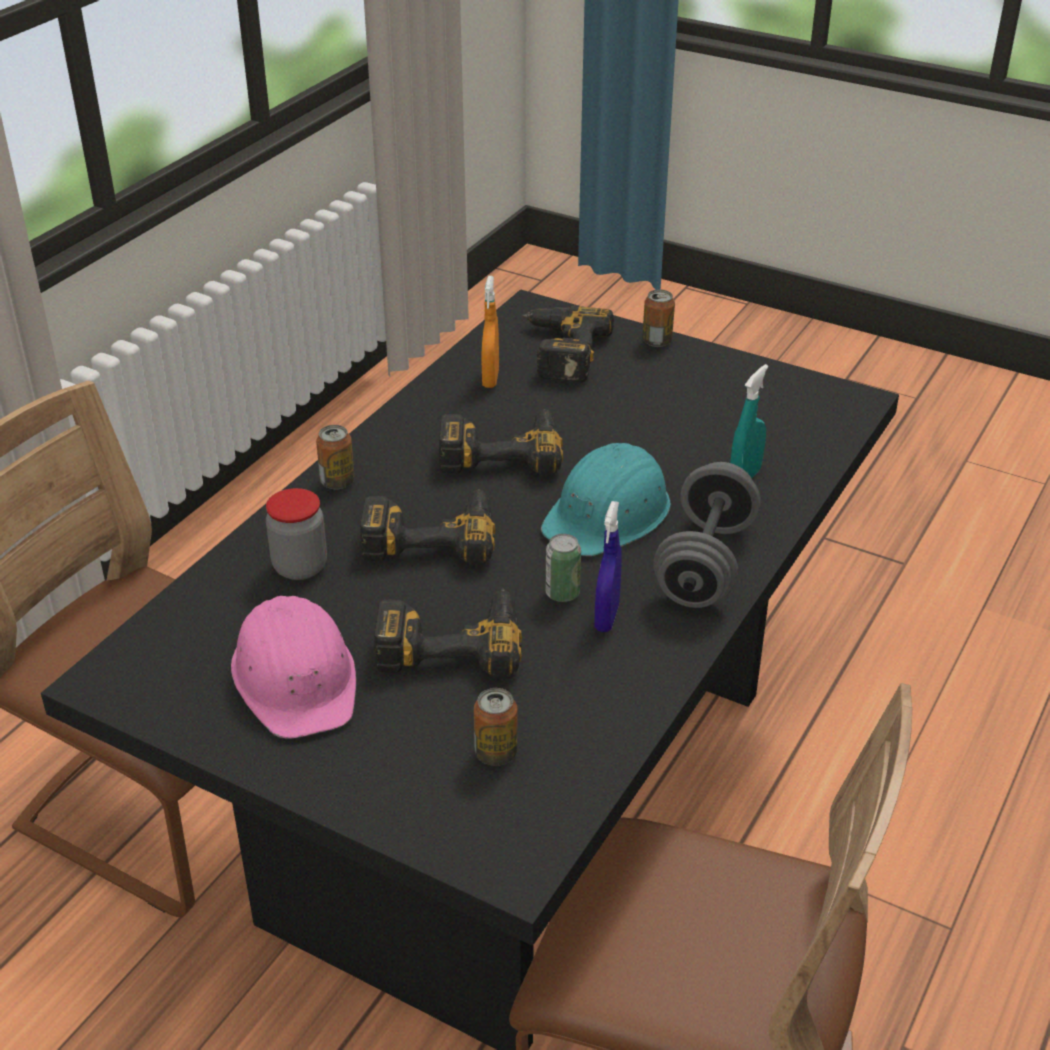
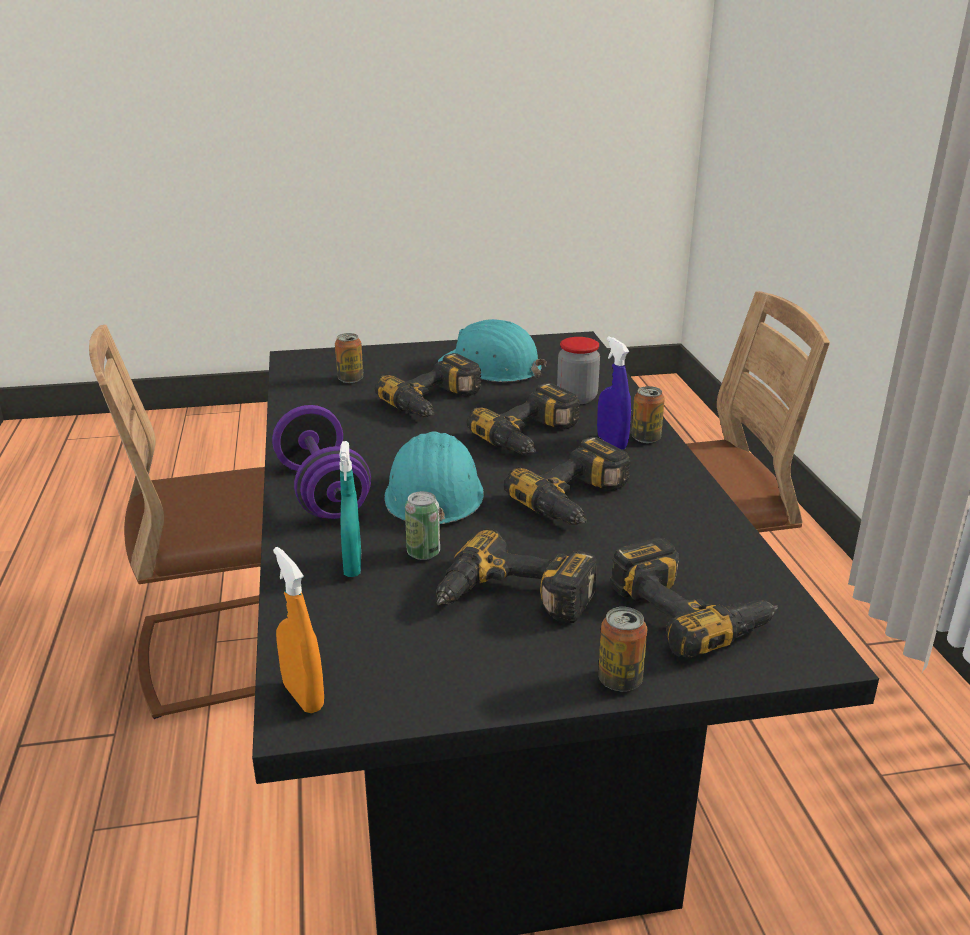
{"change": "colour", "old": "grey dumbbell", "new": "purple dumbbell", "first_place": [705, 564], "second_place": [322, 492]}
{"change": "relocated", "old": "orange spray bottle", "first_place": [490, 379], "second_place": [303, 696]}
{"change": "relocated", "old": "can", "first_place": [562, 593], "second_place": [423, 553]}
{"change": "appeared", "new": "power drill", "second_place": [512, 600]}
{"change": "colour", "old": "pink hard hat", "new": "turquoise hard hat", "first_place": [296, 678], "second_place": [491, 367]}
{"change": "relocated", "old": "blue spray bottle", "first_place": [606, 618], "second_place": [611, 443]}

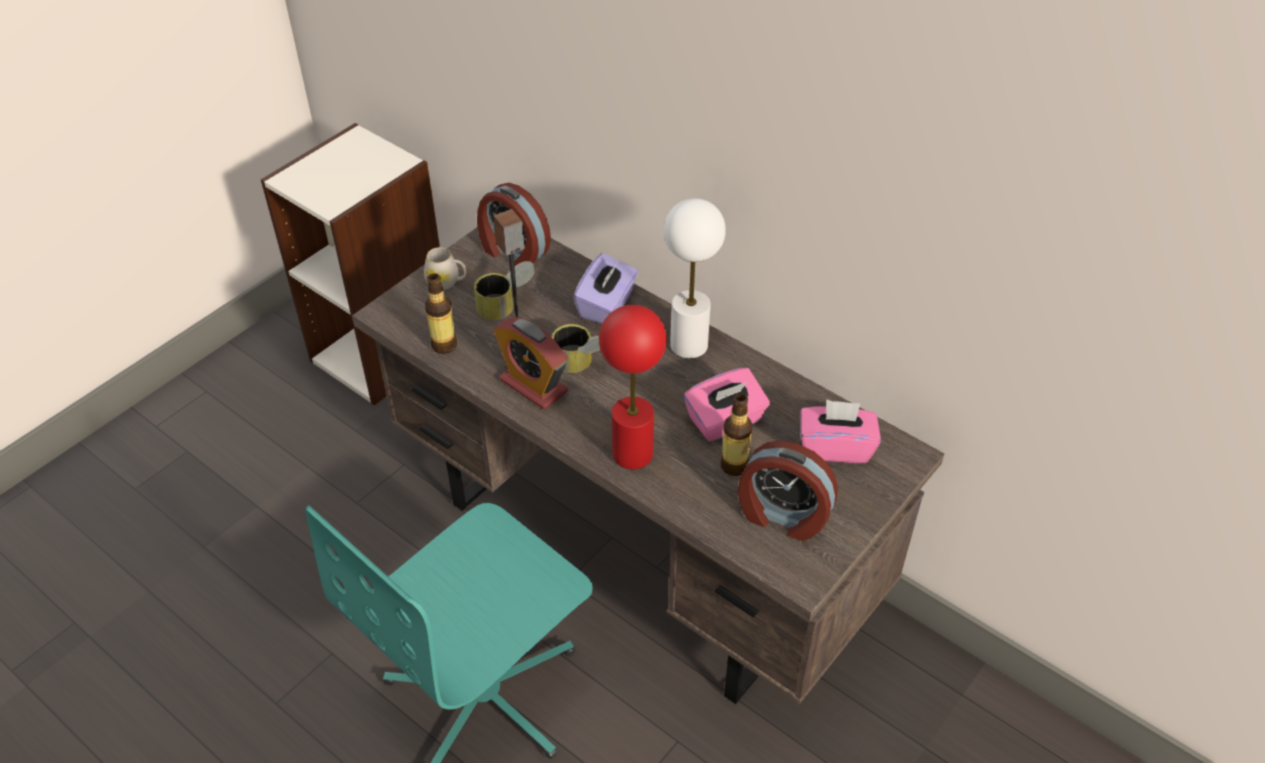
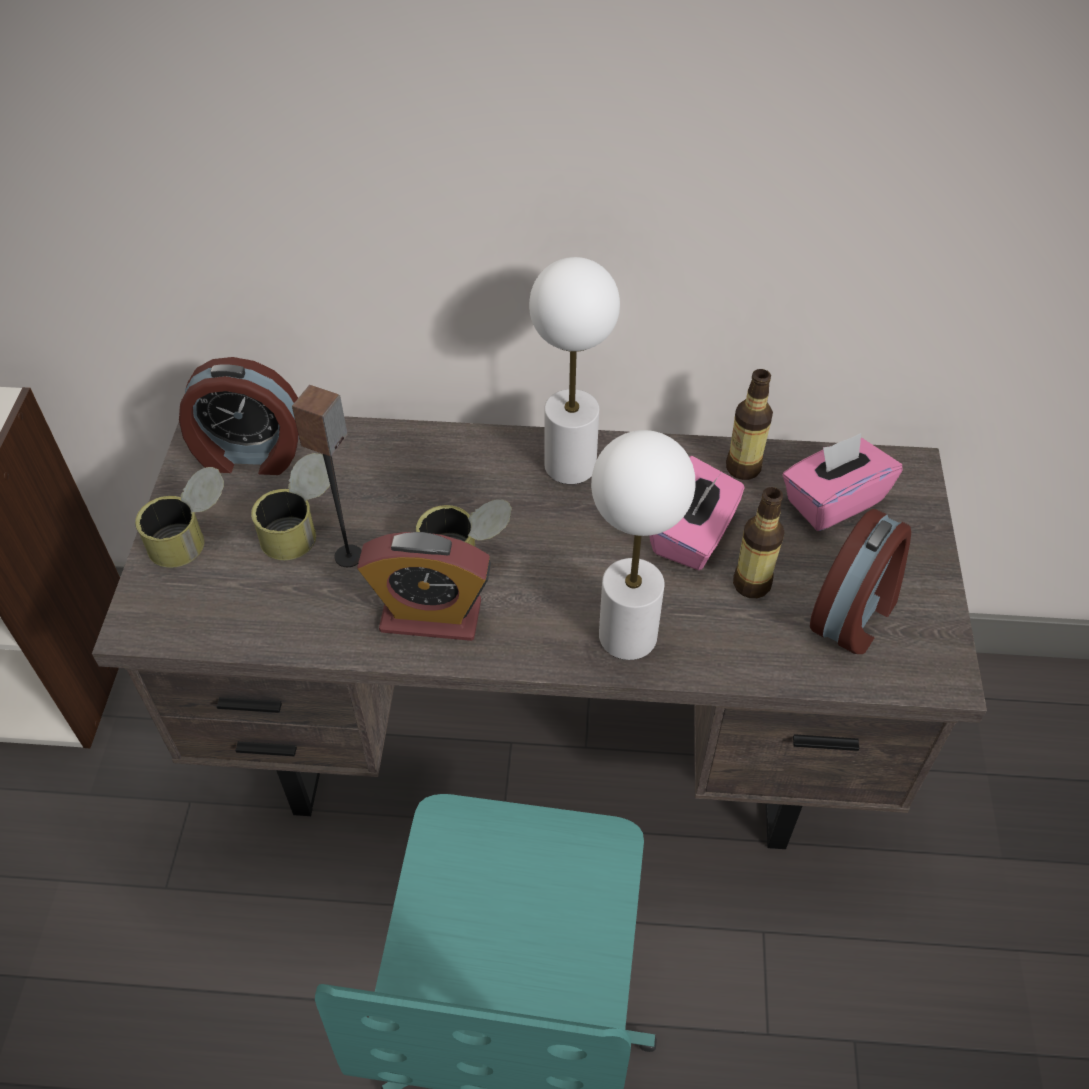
{"change": "exchanged", "old": "white mug", "new": "can", "first_place": [447, 282], "second_place": [192, 537]}
{"change": "colour", "old": "red table lamp", "new": "white table lamp", "first_place": [632, 453], "second_place": [627, 635]}
{"change": "relocated", "old": "bottle", "first_place": [444, 345], "second_place": [743, 468]}
{"change": "spun", "old": "alarm clock", "first_place": [782, 516], "second_place": [855, 614], "degrees": -45}
{"change": "missing", "old": "purple tissue box", "first_place": [607, 306]}

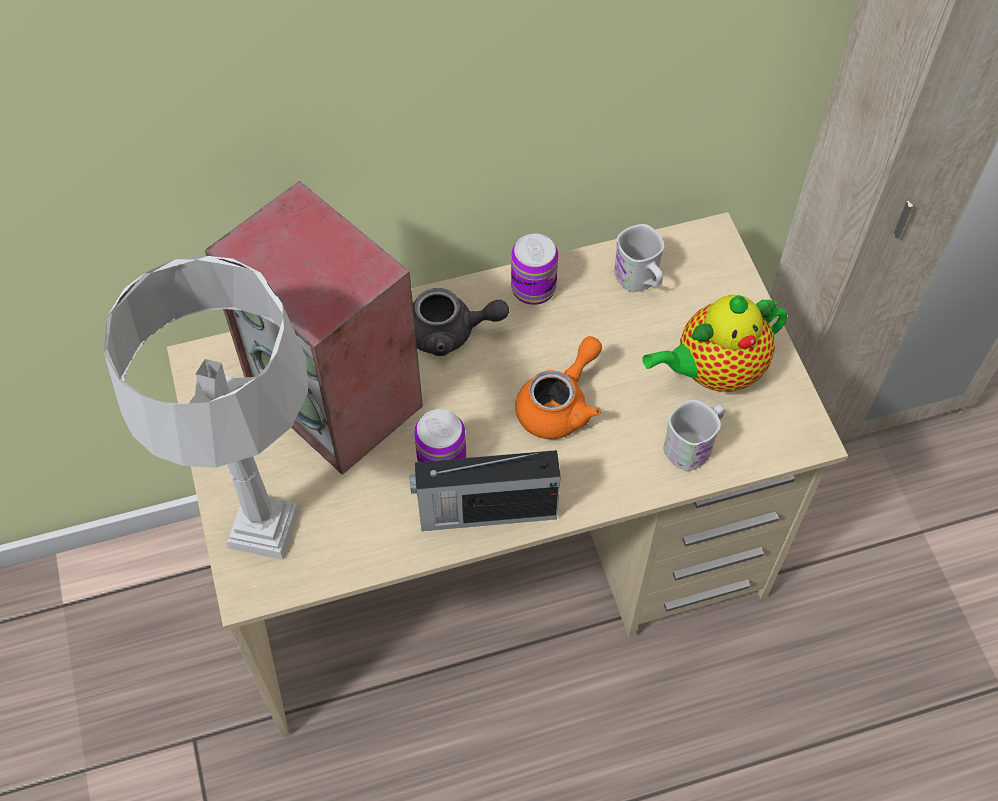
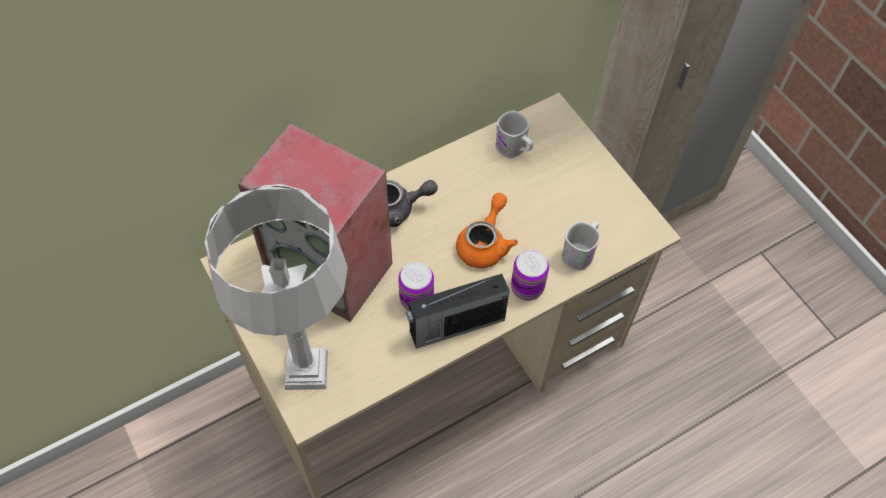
{"change": "relocated", "old": "can", "first_place": [533, 288], "second_place": [527, 287]}
{"change": "missing", "old": "teapot", "first_place": [714, 371]}

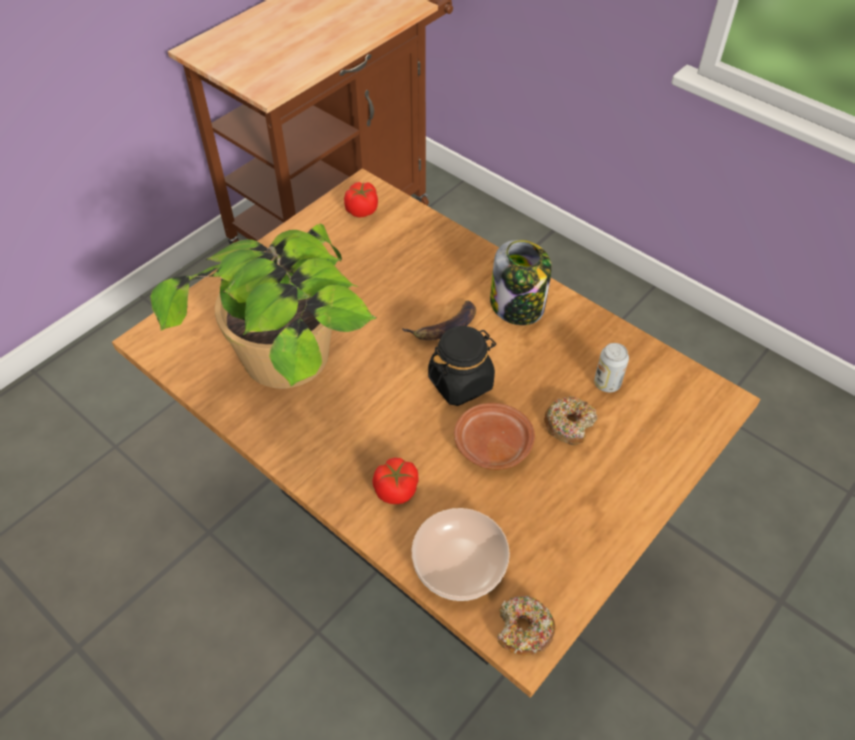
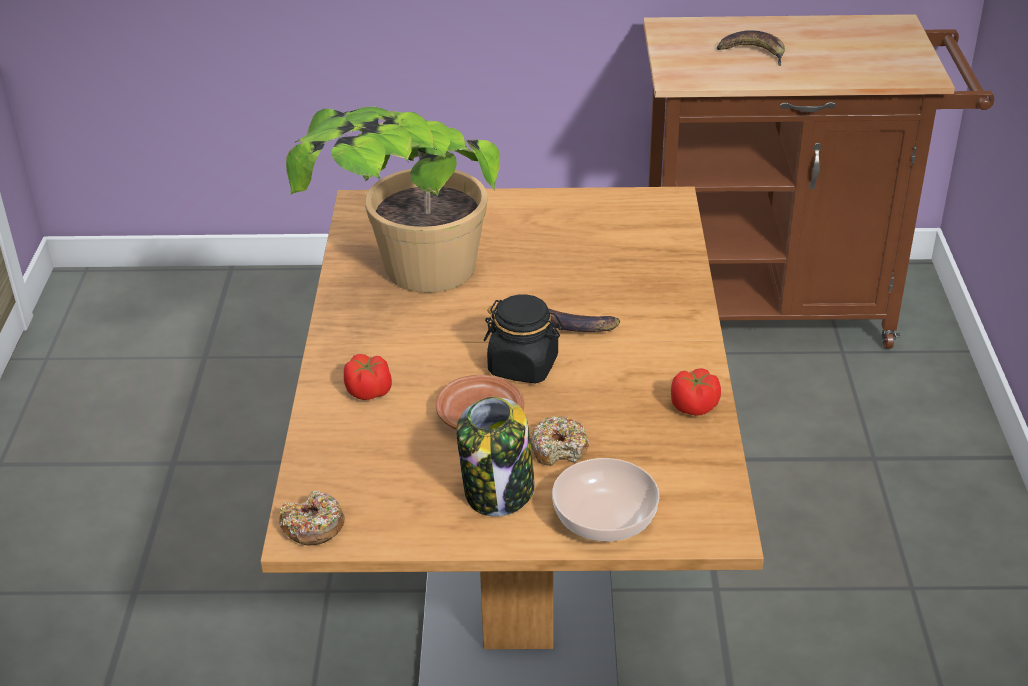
{"change": "relocated", "old": "jar", "first_place": [518, 306], "second_place": [498, 492]}
{"change": "relocated", "old": "bowl", "first_place": [461, 564], "second_place": [606, 518]}
{"change": "relocated", "old": "tomato", "first_place": [362, 210], "second_place": [694, 407]}
{"change": "appeared", "new": "banana", "second_place": [753, 53]}
{"change": "missing", "old": "can", "first_place": [607, 383]}

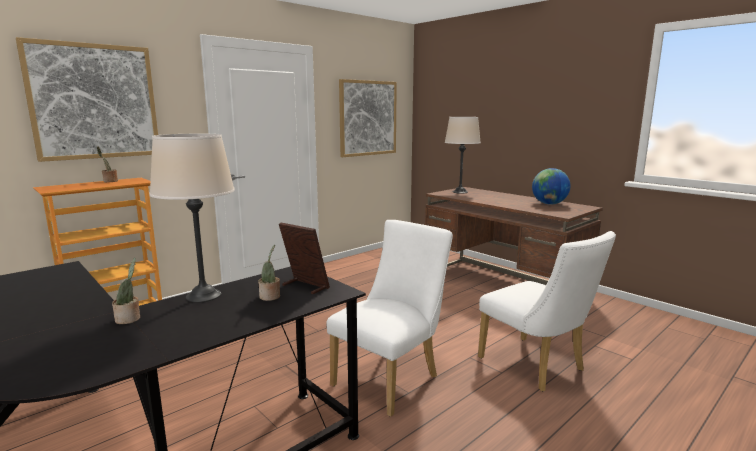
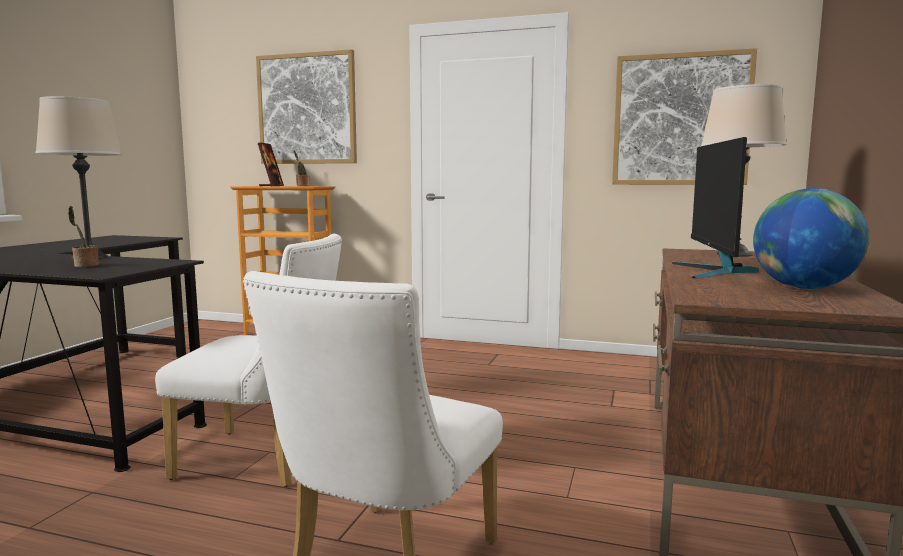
{"change": "relocated", "old": "picture frame", "first_place": [305, 286], "second_place": [271, 186]}
{"change": "appeared", "new": "monitor", "second_place": [714, 271]}
{"change": "missing", "old": "potted plant", "first_place": [129, 319]}

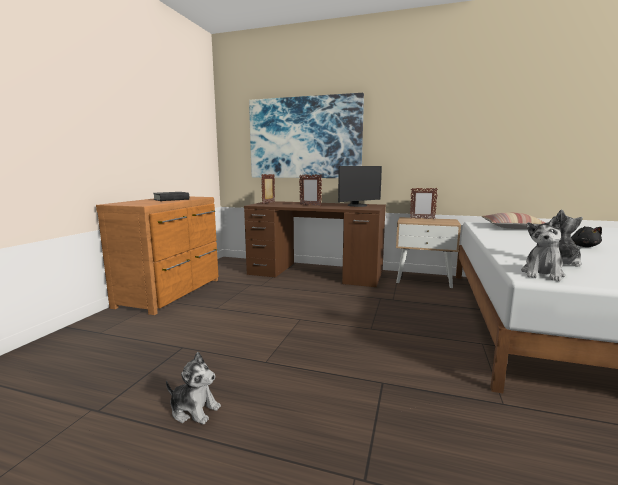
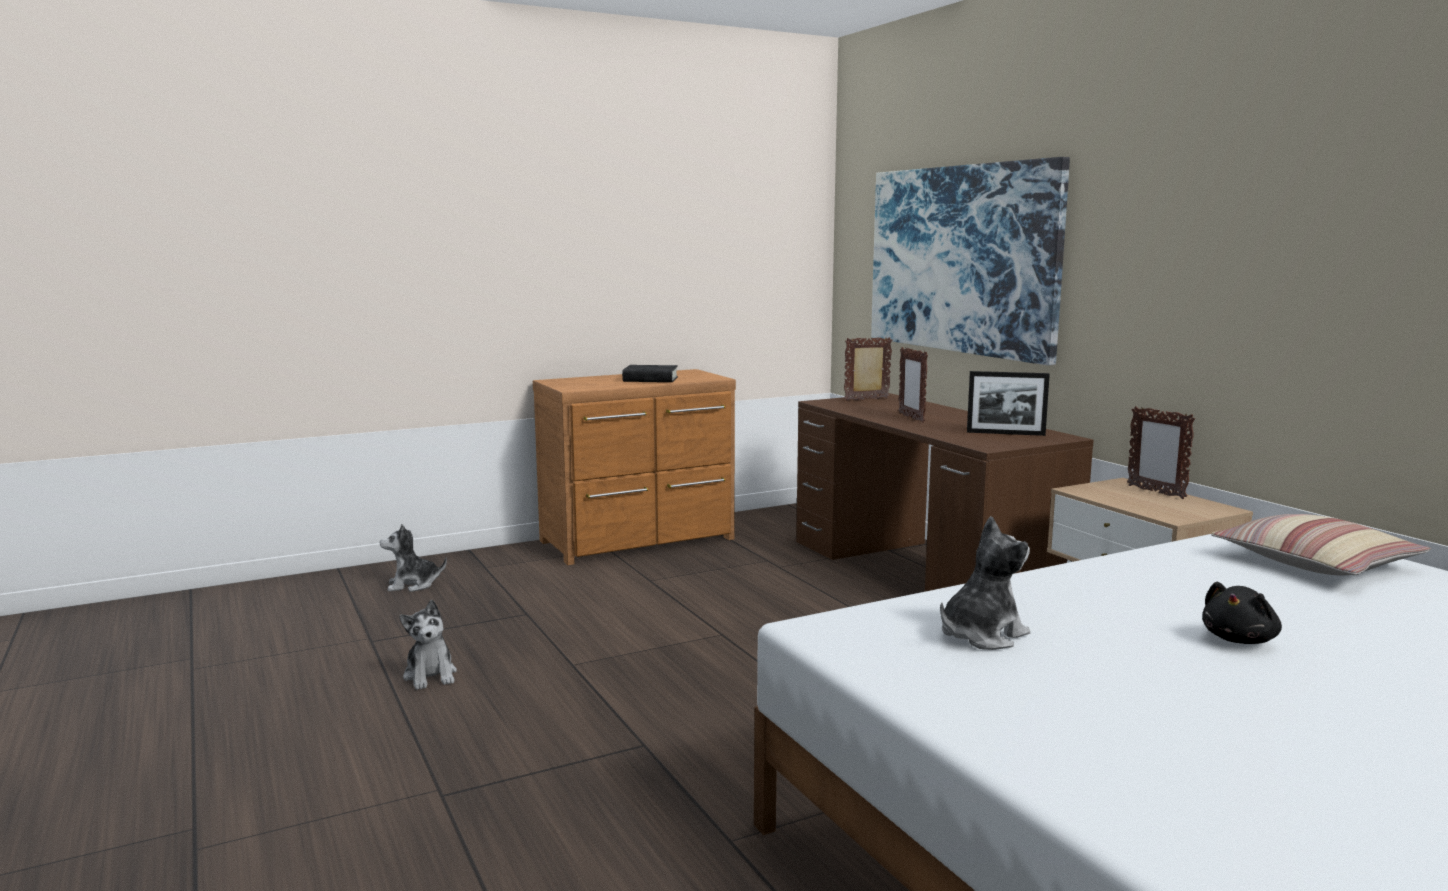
{"change": "relocated", "old": "plush toy", "first_place": [542, 274], "second_place": [412, 585]}
{"change": "exchanged", "old": "monitor", "new": "picture frame", "first_place": [358, 205], "second_place": [1005, 433]}

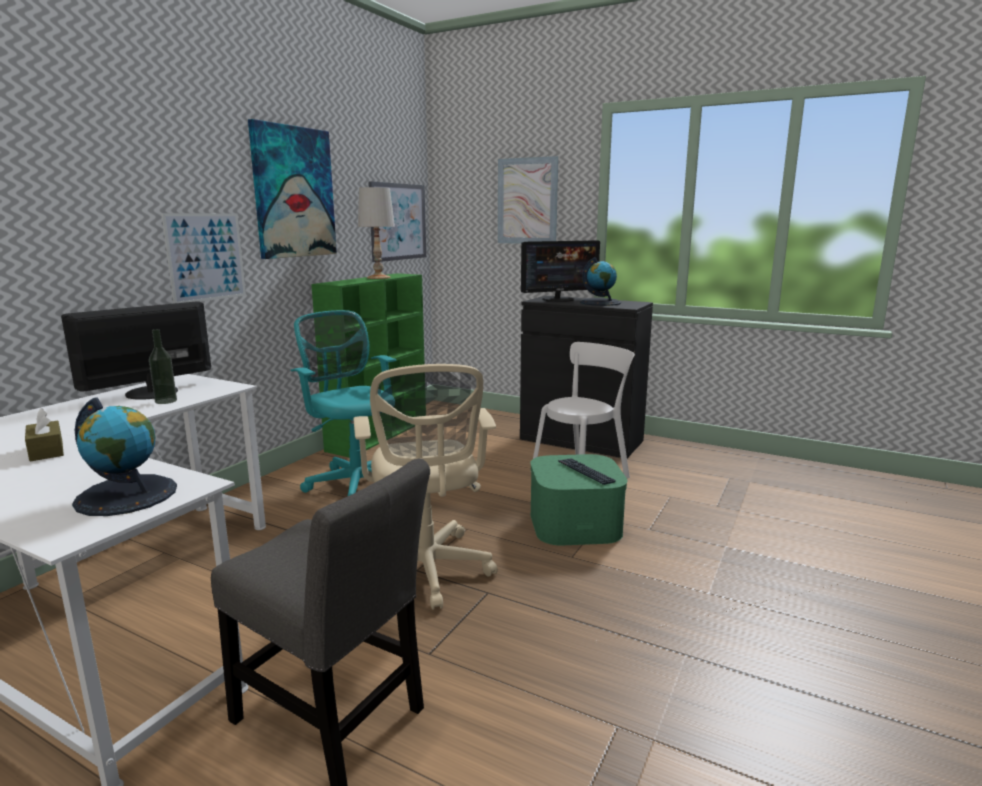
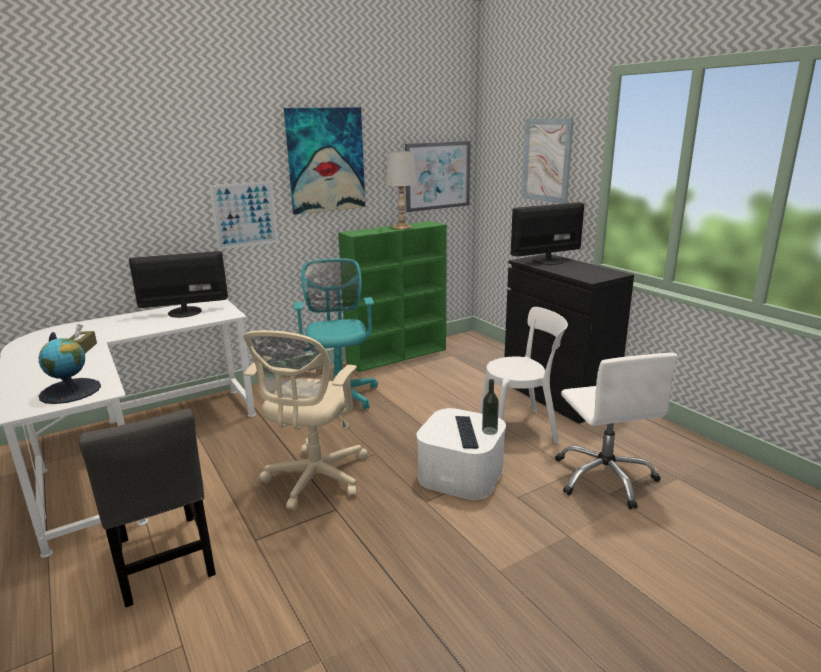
{"change": "colour", "old": "green storage box", "new": "white storage box", "first_place": [575, 523], "second_place": [461, 473]}
{"change": "relocated", "old": "bottle", "first_place": [166, 401], "second_place": [489, 431]}
{"change": "spun", "old": "monitor", "first_place": [558, 299], "second_place": [547, 260], "degrees": 150}
{"change": "appeared", "new": "white office chair", "second_place": [605, 478]}
{"change": "missing", "old": "globe", "first_place": [600, 302]}

